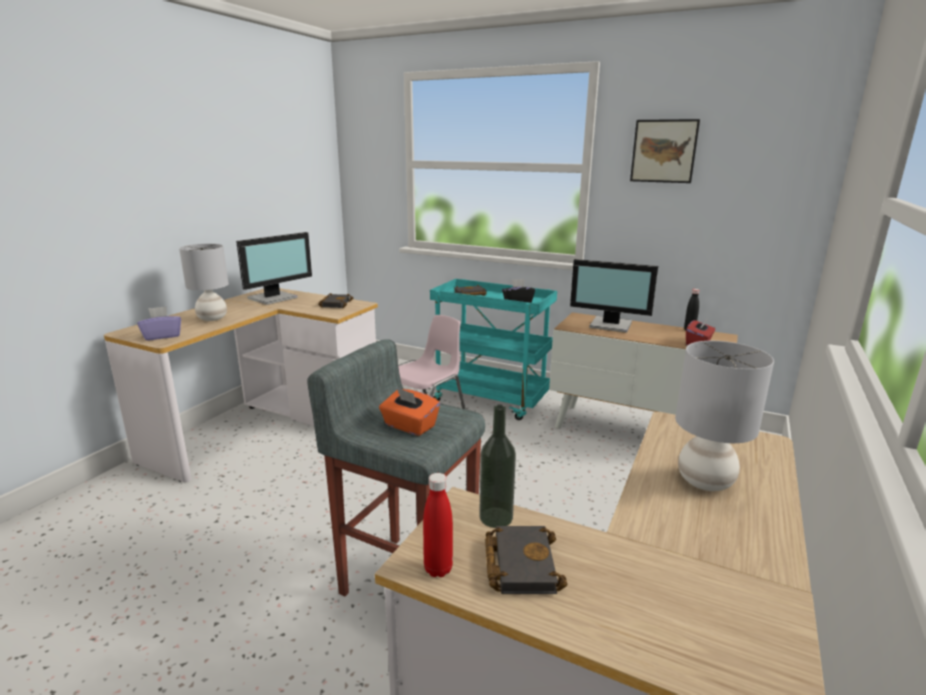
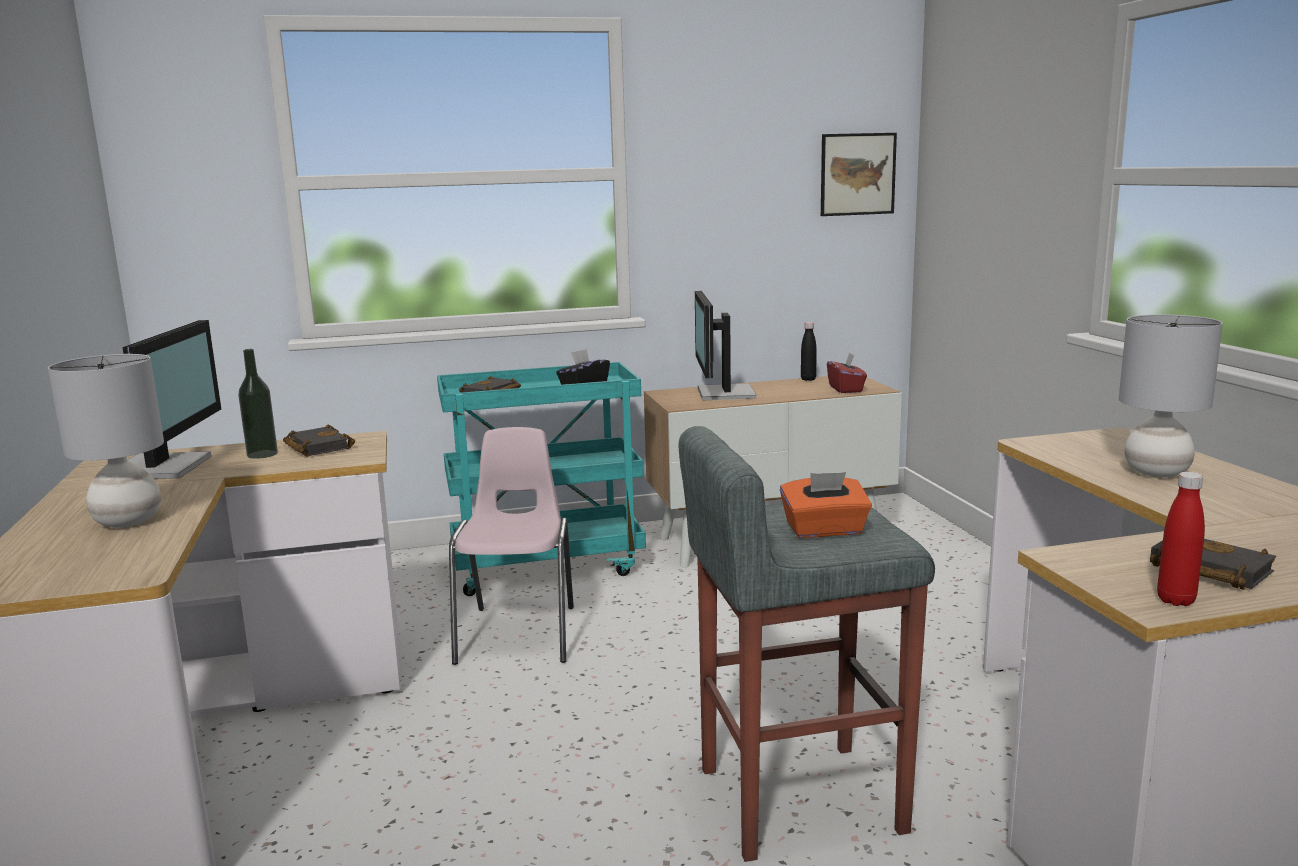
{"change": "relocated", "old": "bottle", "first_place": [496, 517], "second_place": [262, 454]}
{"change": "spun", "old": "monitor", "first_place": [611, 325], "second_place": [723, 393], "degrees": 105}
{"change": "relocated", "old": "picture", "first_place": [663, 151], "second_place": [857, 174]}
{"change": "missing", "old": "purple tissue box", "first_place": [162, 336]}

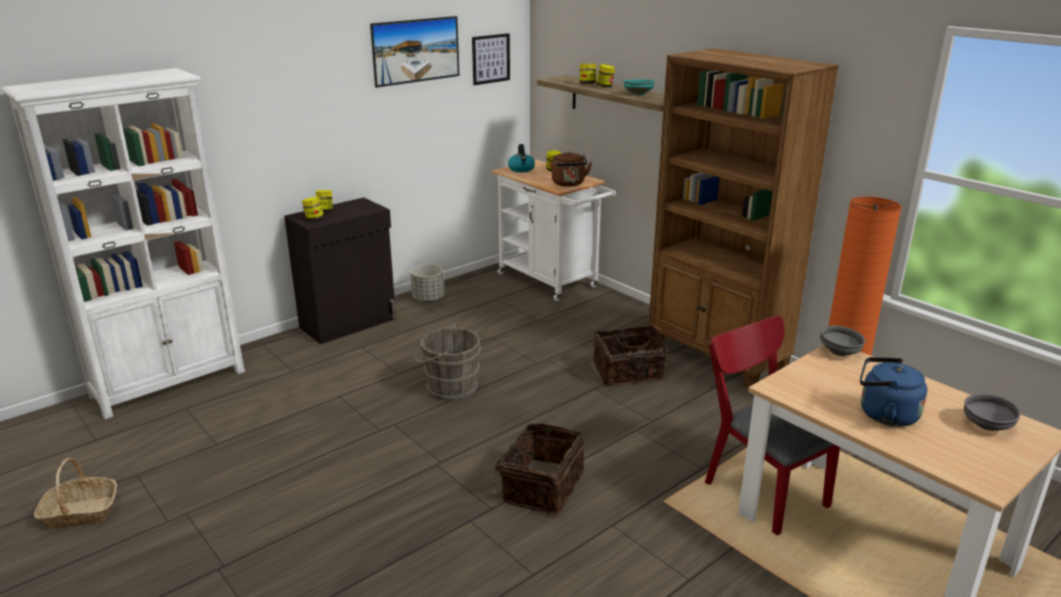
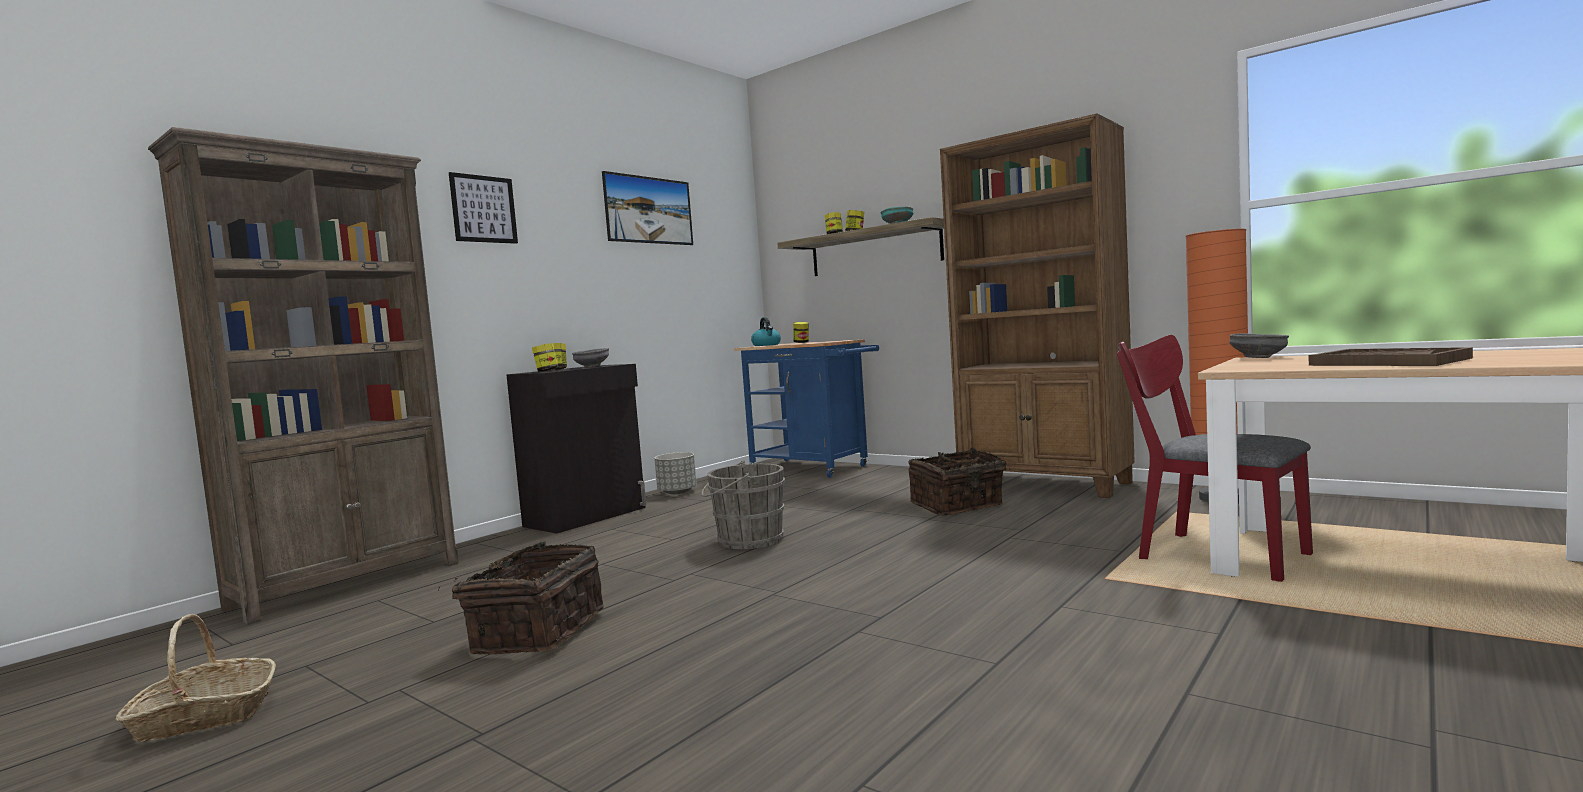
{"change": "colour", "old": "white bookcase", "new": "brown bookcase", "first_place": [170, 383], "second_place": [349, 584]}
{"change": "relocated", "old": "basket", "first_place": [540, 487], "second_place": [535, 632]}
{"change": "relocated", "old": "picture", "first_place": [490, 59], "second_place": [483, 209]}
{"change": "relocated", "old": "grey bowl", "first_place": [986, 426], "second_place": [591, 367]}
{"change": "colour", "old": "white cart", "new": "blue cart", "first_place": [551, 282], "second_place": [814, 468]}
{"change": "exchanged", "old": "blue kettle", "new": "brown tray", "first_place": [884, 414], "second_place": [1387, 362]}
{"change": "missing", "old": "brown kettle", "first_place": [569, 184]}

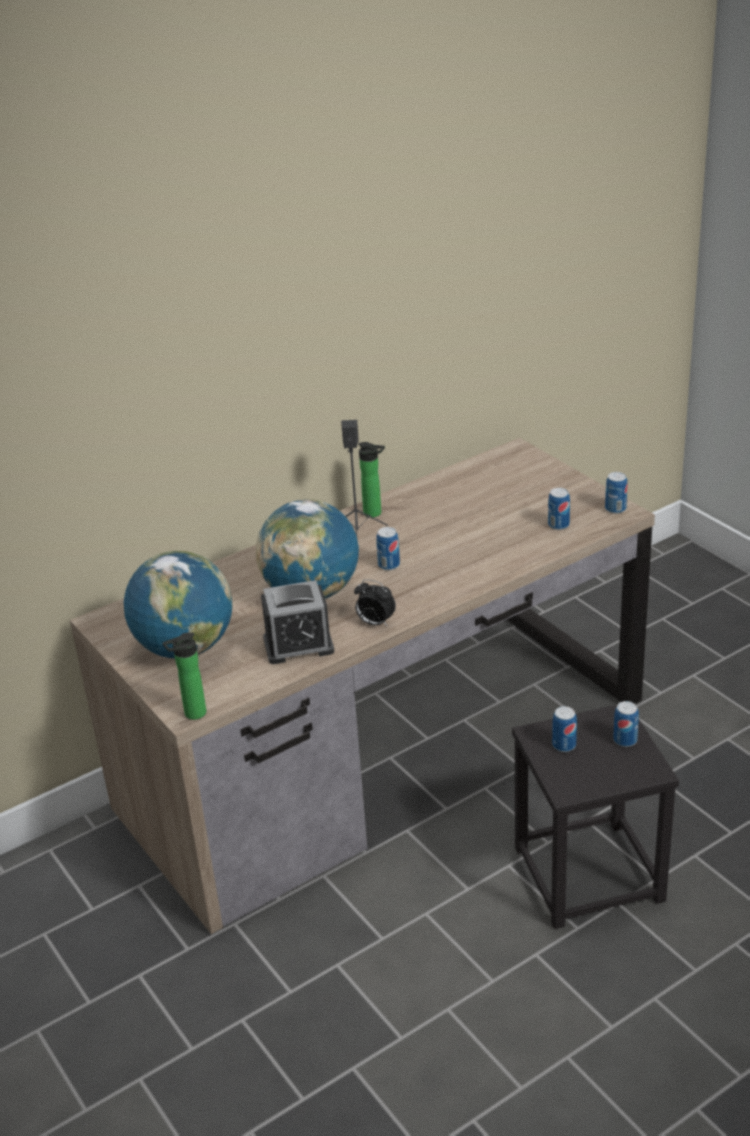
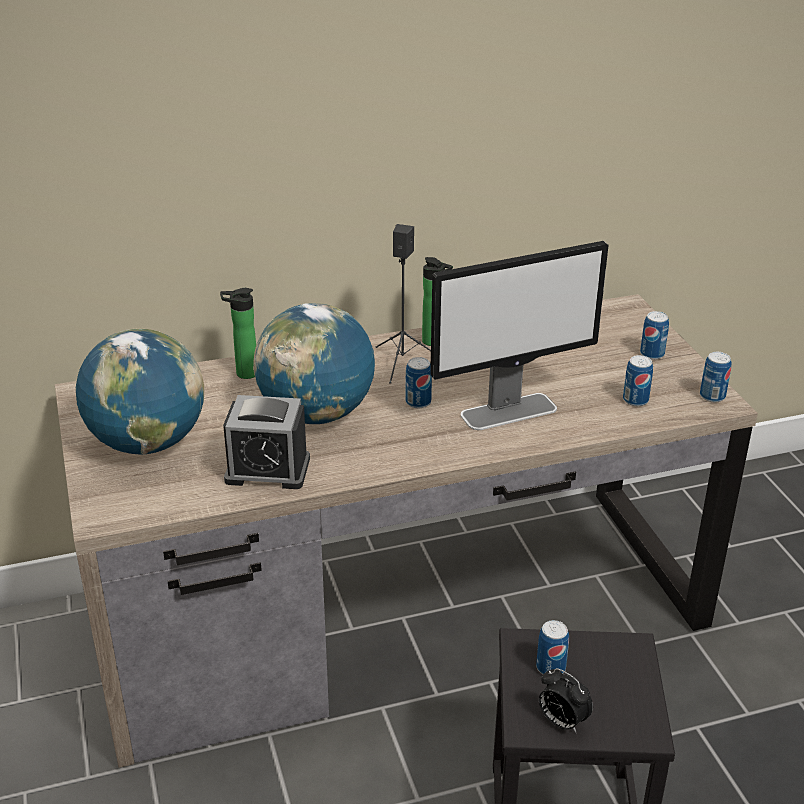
{"change": "relocated", "old": "bottle", "first_place": [192, 714], "second_place": [243, 374]}
{"change": "appeared", "new": "monitor", "second_place": [510, 411]}
{"change": "relocated", "old": "alarm clock", "first_place": [375, 623], "second_place": [561, 722]}
{"change": "relocated", "old": "can", "first_place": [625, 740], "second_place": [652, 354]}

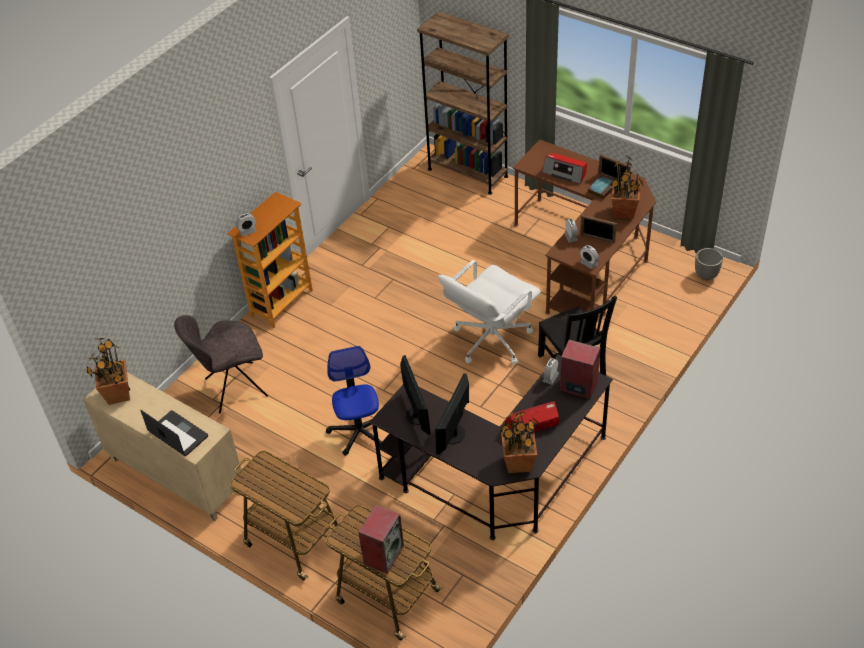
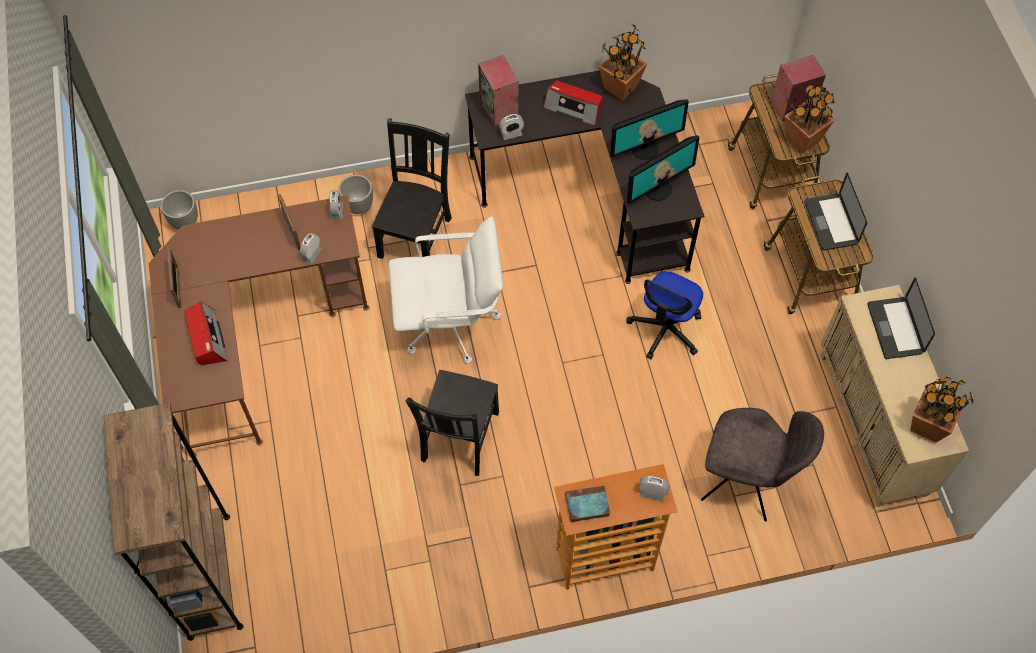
{"change": "appeared", "new": "planter", "second_place": [359, 206]}
{"change": "appeared", "new": "black chair", "second_place": [459, 439]}
{"change": "relocated", "old": "book", "first_place": [602, 189], "second_place": [586, 506]}
{"change": "spun", "old": "monitor", "first_place": [416, 415], "second_place": [658, 189], "degrees": -150}
{"change": "relocated", "old": "potted plant", "first_place": [624, 212], "second_place": [802, 139]}
{"change": "appeared", "new": "laptop", "second_place": [830, 222]}

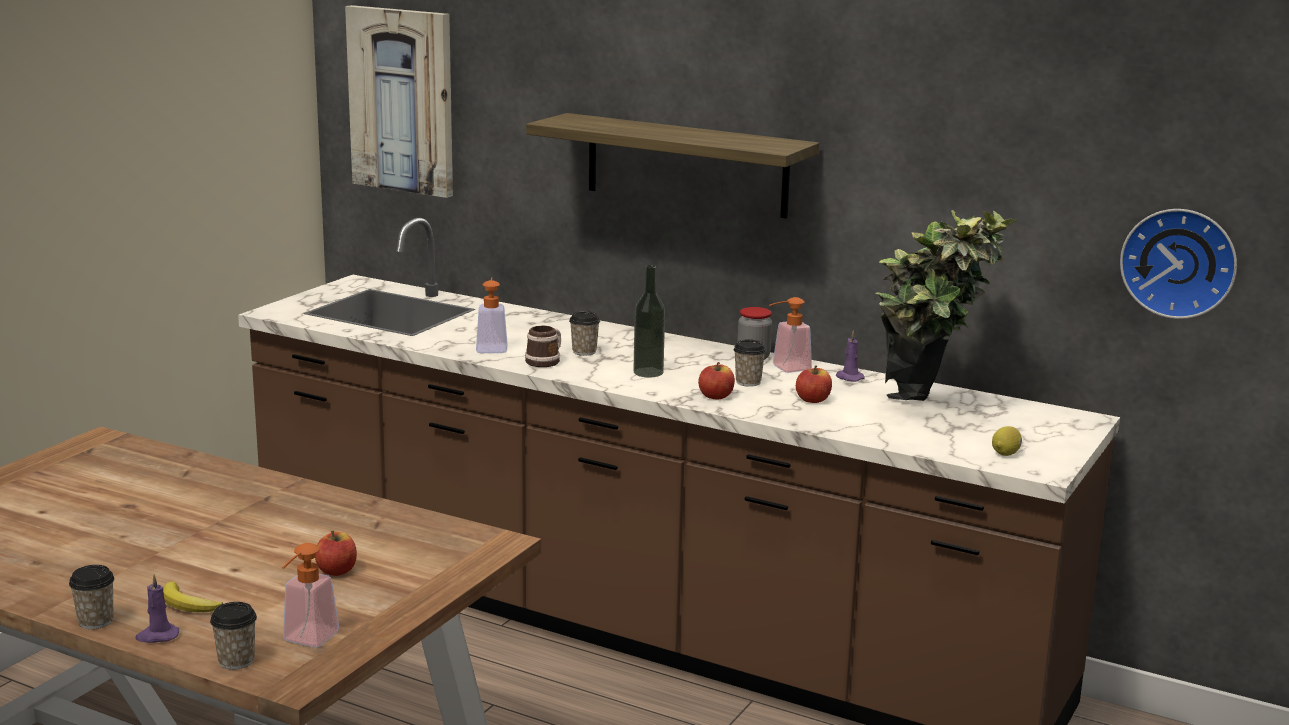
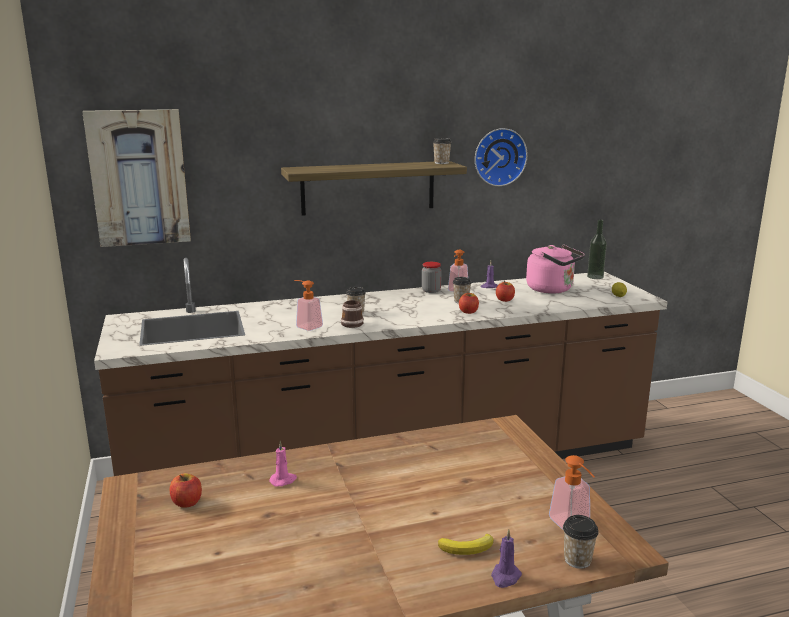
{"change": "relocated", "old": "apple", "first_place": [337, 571], "second_place": [187, 502]}
{"change": "appeared", "new": "pink candle", "second_place": [283, 480]}
{"change": "relocated", "old": "cup", "first_place": [96, 621], "second_place": [441, 163]}
{"change": "relocated", "old": "wall clock", "first_place": [1179, 262], "second_place": [499, 157]}
{"change": "exchanged", "old": "potted plant", "new": "pink kettle", "first_place": [931, 411], "second_place": [552, 289]}
{"change": "relocated", "old": "bottle", "first_place": [648, 372], "second_place": [595, 277]}

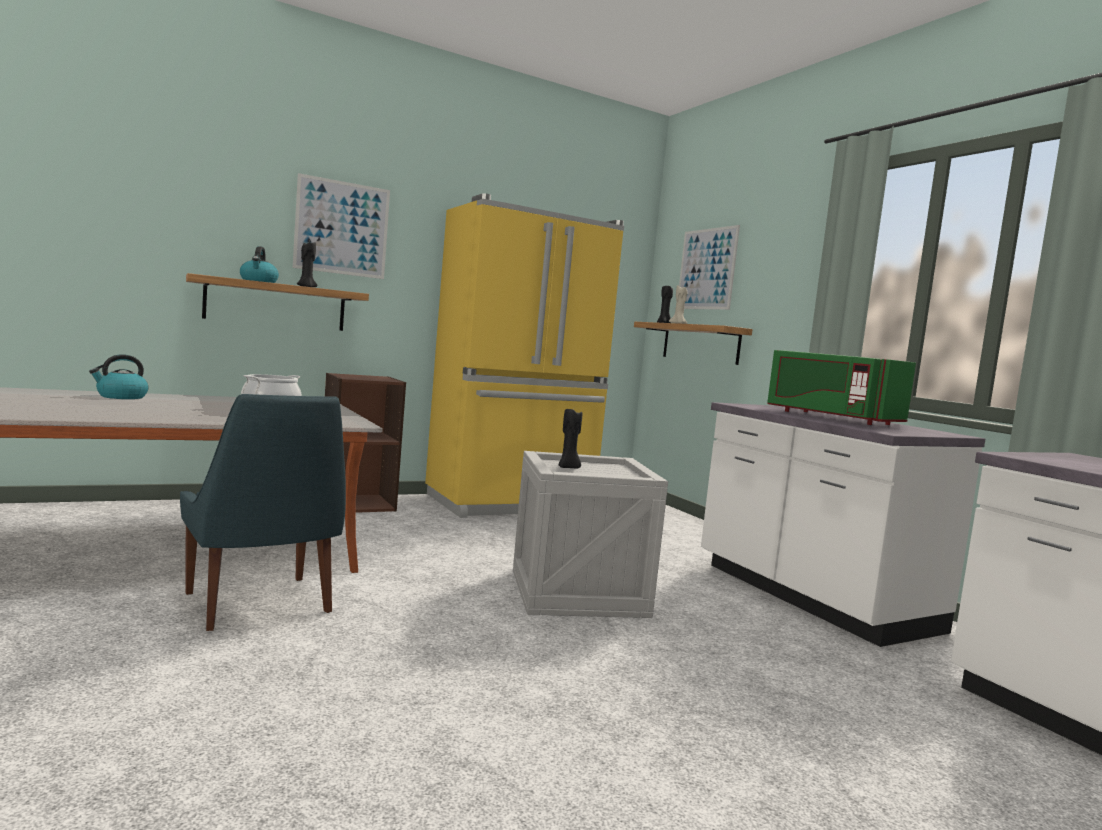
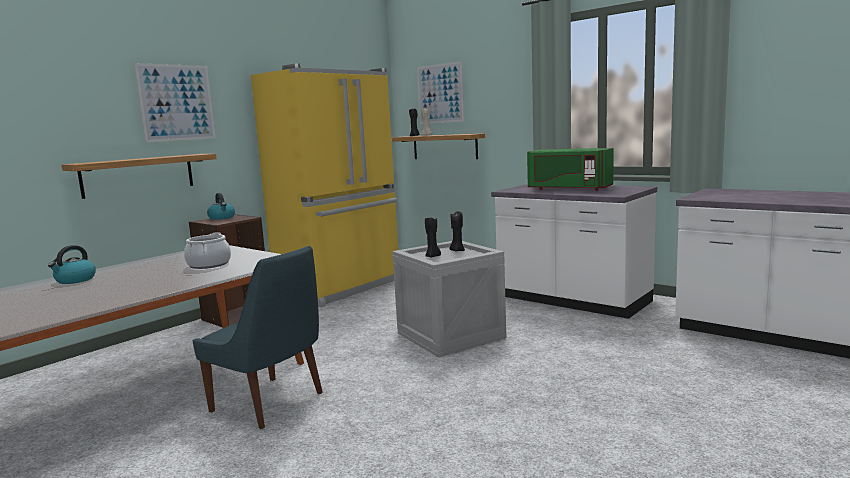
{"change": "relocated", "old": "kettle", "first_place": [259, 281], "second_place": [222, 218]}
{"change": "relocated", "old": "black candle", "first_place": [306, 287], "second_place": [457, 250]}

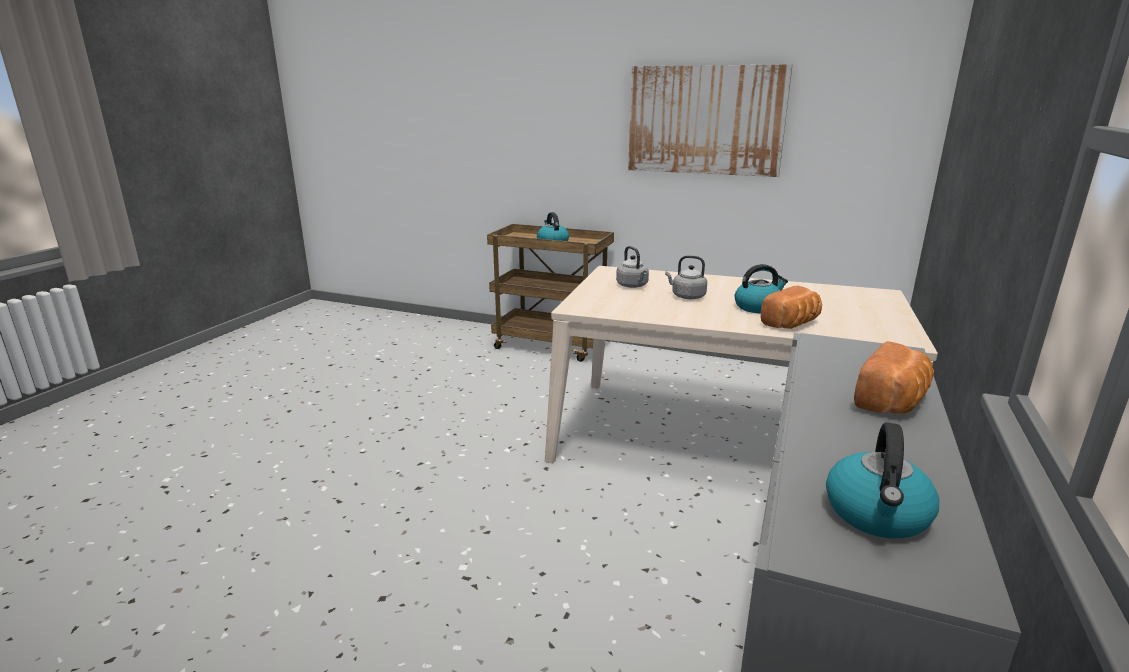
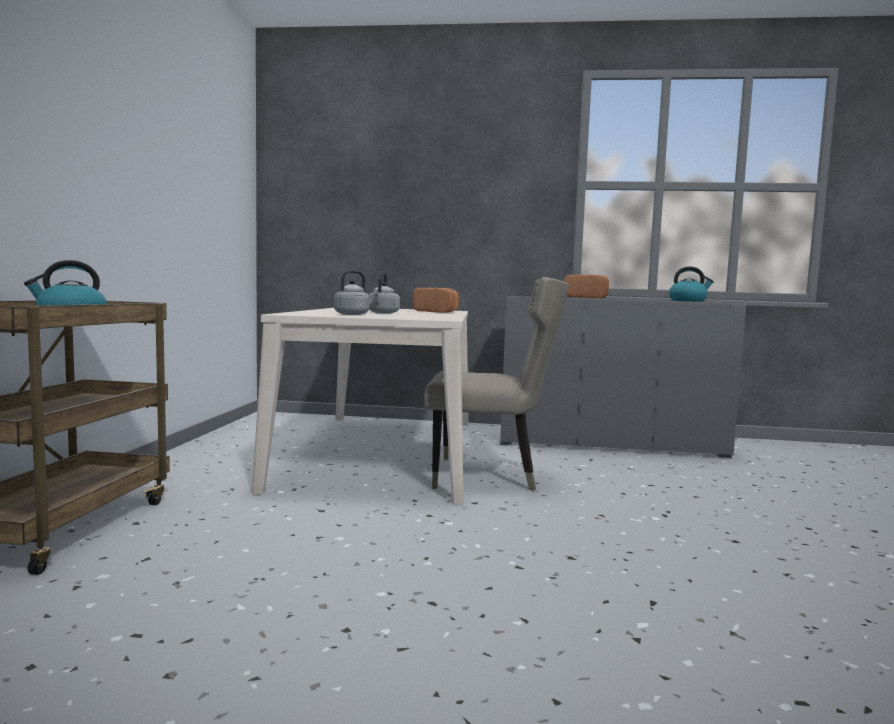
{"change": "appeared", "new": "beige chair", "second_place": [489, 476]}
{"change": "missing", "old": "picture", "first_place": [705, 120]}
{"change": "missing", "old": "kettle", "first_place": [758, 307]}

